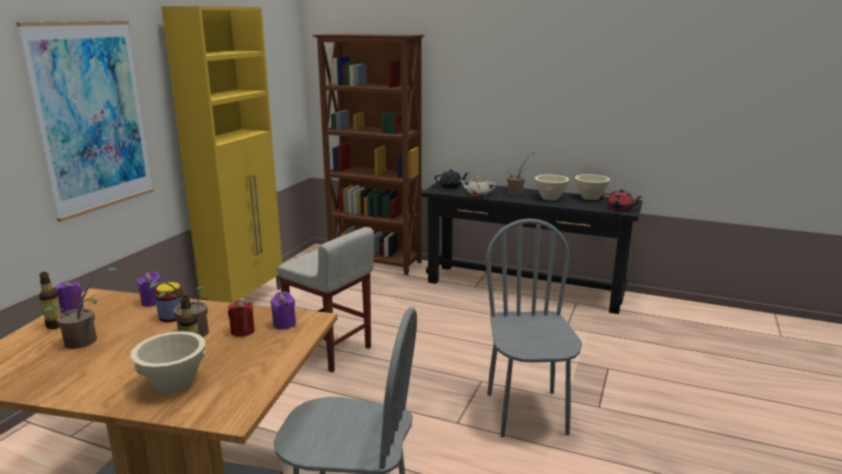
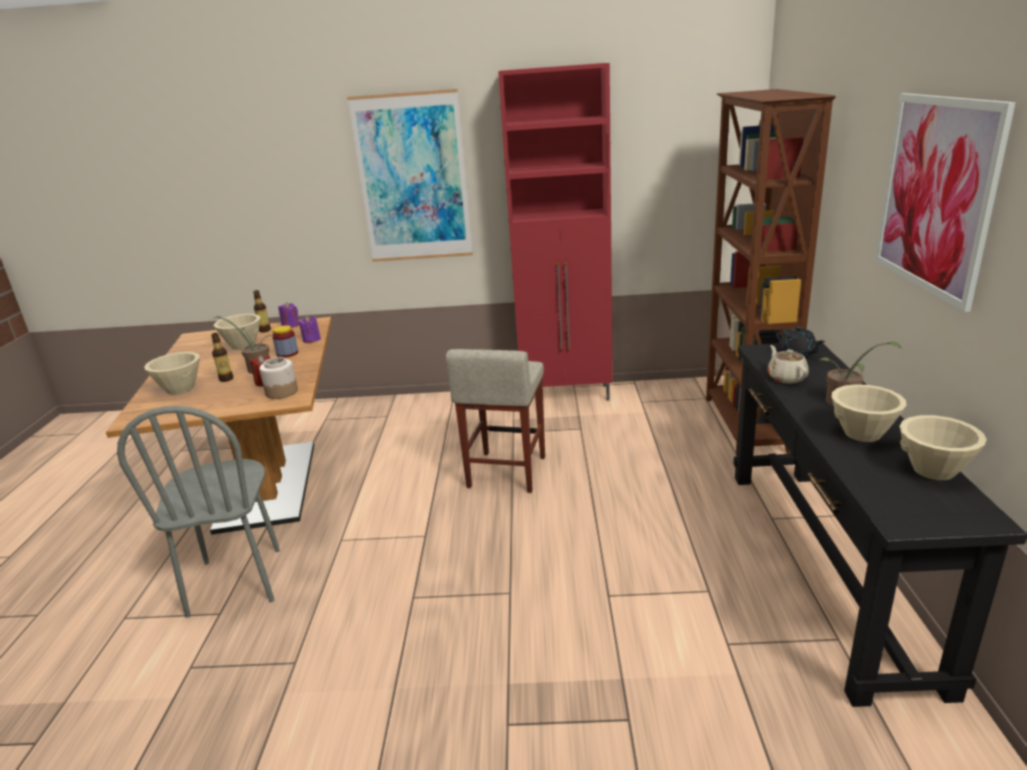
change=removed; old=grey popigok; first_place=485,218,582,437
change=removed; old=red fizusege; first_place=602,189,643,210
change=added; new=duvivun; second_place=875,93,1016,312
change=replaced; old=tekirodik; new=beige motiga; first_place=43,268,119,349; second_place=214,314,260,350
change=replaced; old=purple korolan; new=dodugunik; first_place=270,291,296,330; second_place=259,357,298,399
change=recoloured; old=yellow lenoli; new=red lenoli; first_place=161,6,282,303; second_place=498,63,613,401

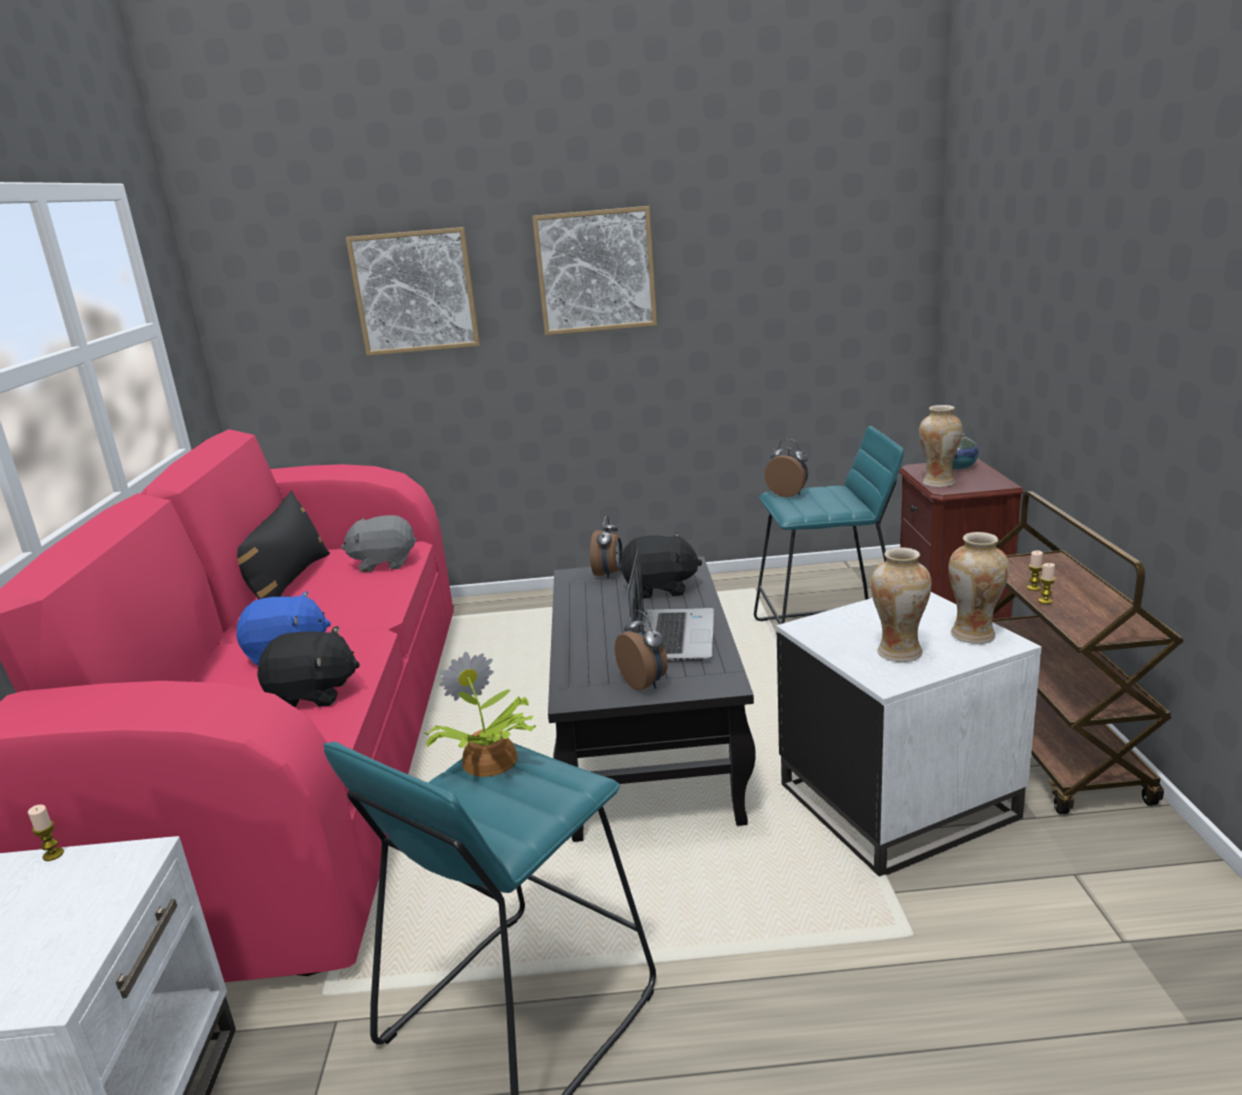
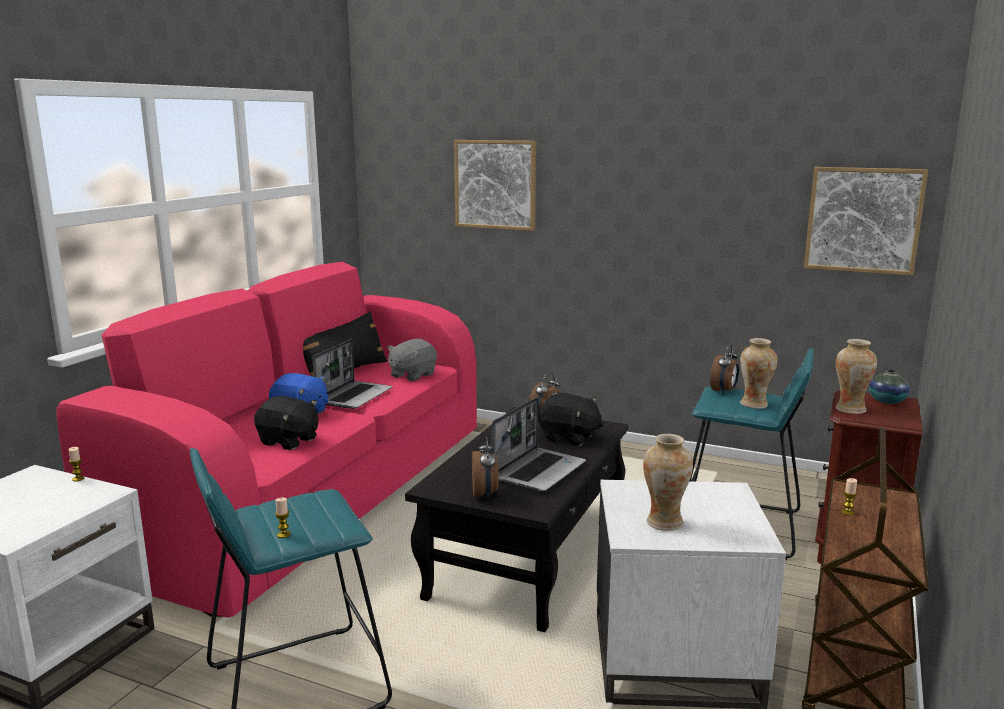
change=removed; old=tekirodik; first_place=424,652,536,777
change=added; new=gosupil; second_place=312,339,392,409
change=moved; old=duvivun; first_place=532,206,657,335; second_place=804,167,928,276
change=moved; old=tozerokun; first_place=949,532,1009,644; second_place=740,338,778,409
change=moved; old=korolan; first_place=1038,563,1055,604; second_place=275,498,291,538
change=turned; old=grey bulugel; first_place=341,515,416,573; second_place=387,339,437,381; degrees=-75
change=turned; old=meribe; first_place=765,439,809,497; second_place=710,344,739,395; degrees=60

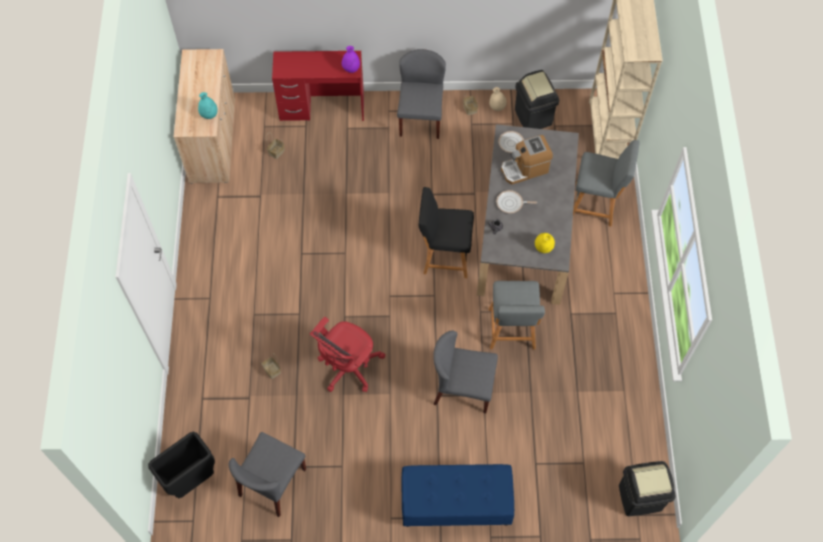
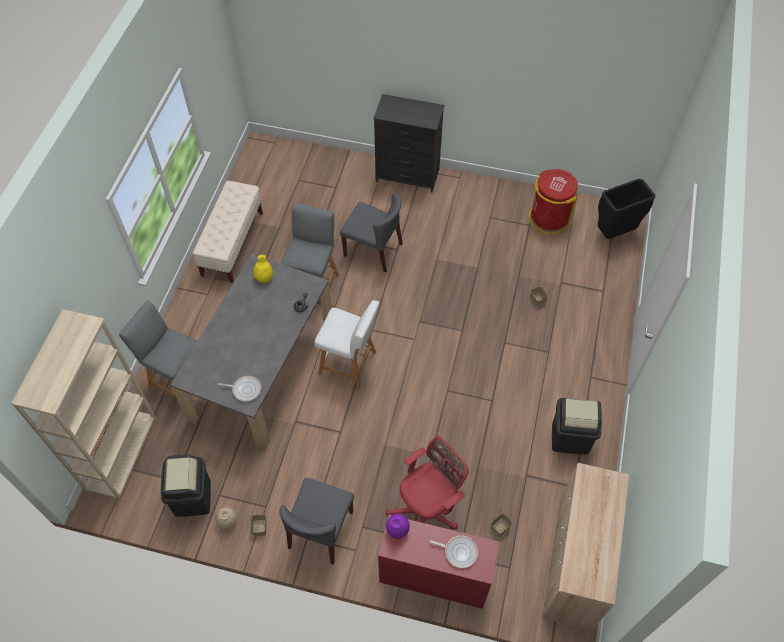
change=removed; old=turquoise tozerokun; first_place=198,92,218,119
change=removed; old=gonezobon; first_place=501,135,553,184
change=added; new=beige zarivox; second_place=192,181,263,283
change=moved; old=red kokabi; first_place=310,317,385,392; second_place=386,436,469,530
change=moved; old=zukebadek; first_place=496,190,537,213; second_place=430,536,478,568
change=moved; old=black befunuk; first_place=619,461,675,516; second_place=552,398,602,455
change=replaced; old=grey popigok; new=red befunuk; first_place=228,432,306,517; second_place=528,169,578,235
change=replaced; old=blue zarivox; new=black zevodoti; first_place=402,464,514,527; second_place=373,94,445,193
change=recoloured; old=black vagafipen; new=white vagafipen; first_place=418,187,474,278; second_place=314,300,380,388

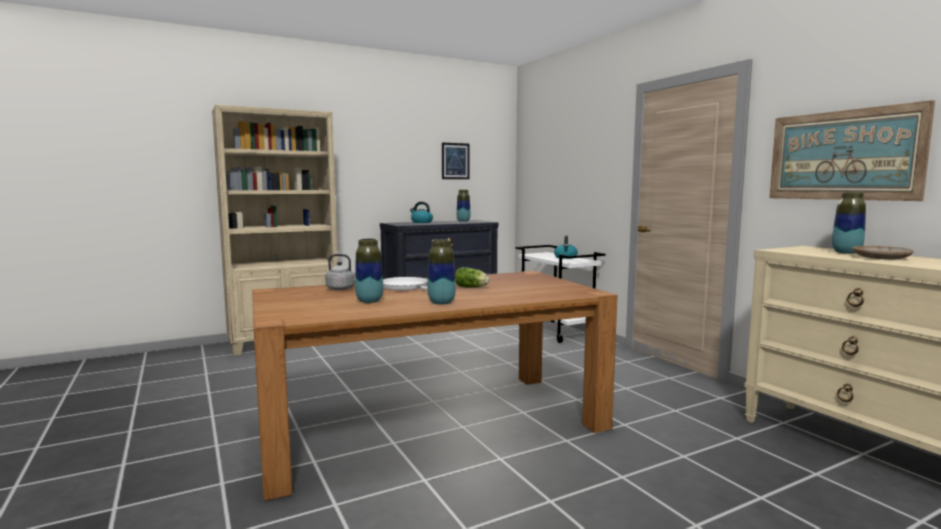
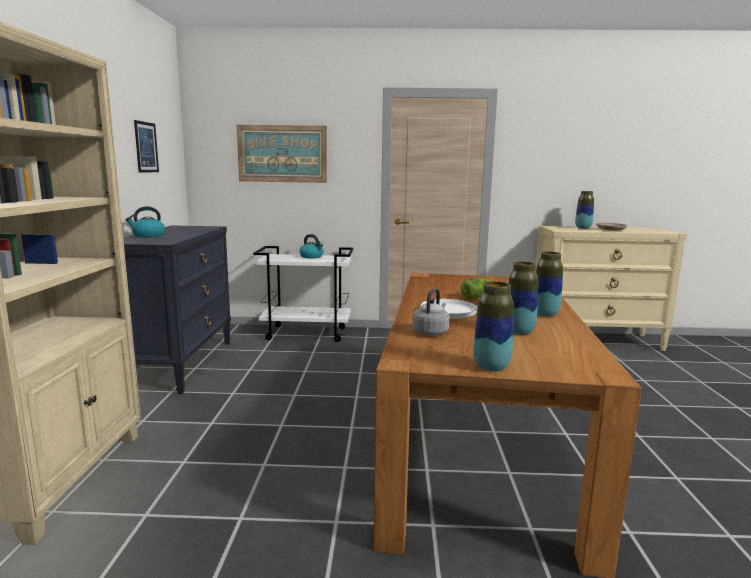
change=moved; old=tozerokun; first_place=457,190,471,222; second_place=473,281,514,372
change=moved; old=duvivun; first_place=769,100,935,201; second_place=237,125,327,183

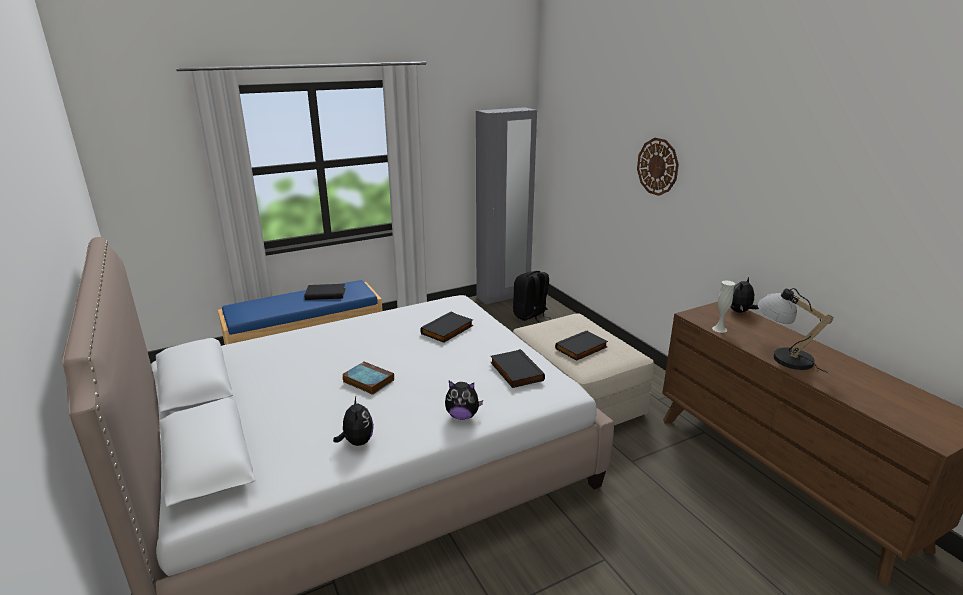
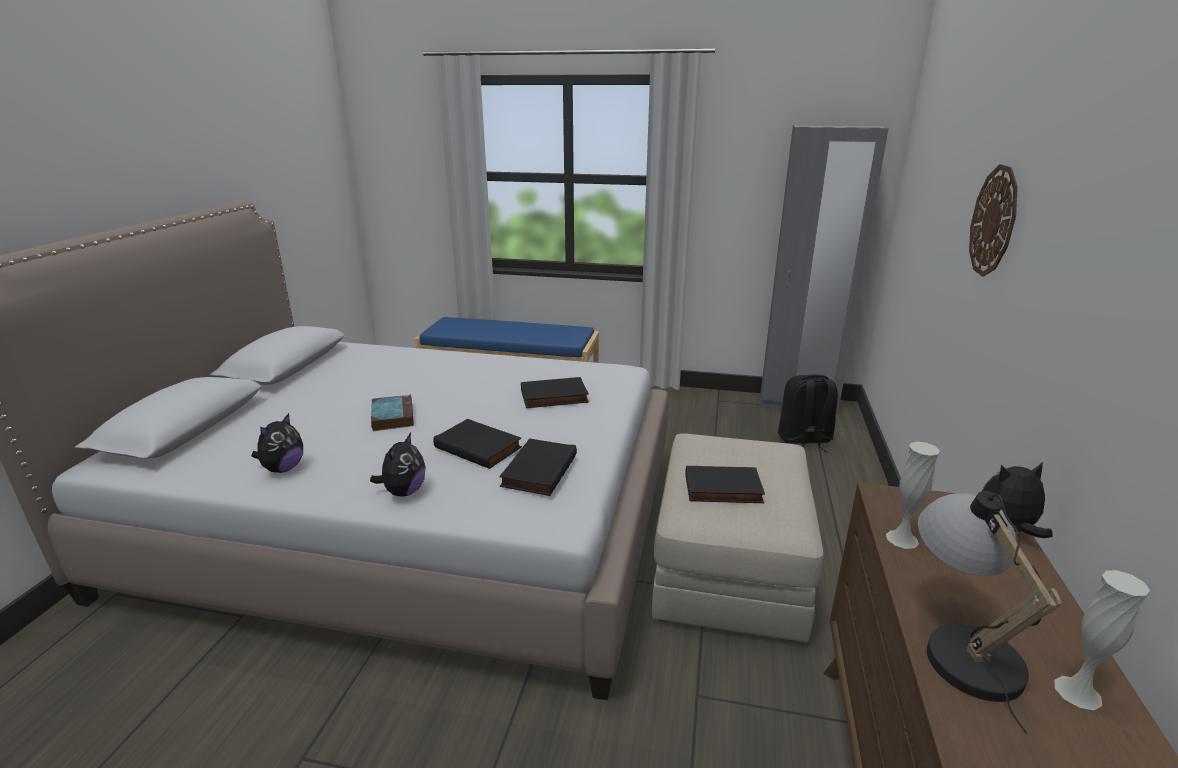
change=added; new=white tozerokun; second_place=1054,570,1150,710
change=moved; old=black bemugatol; first_place=304,284,345,300; second_place=433,419,522,469
change=turned; old=bulugel; first_place=445,381,483,420; second_place=370,433,425,496; degrees=-120

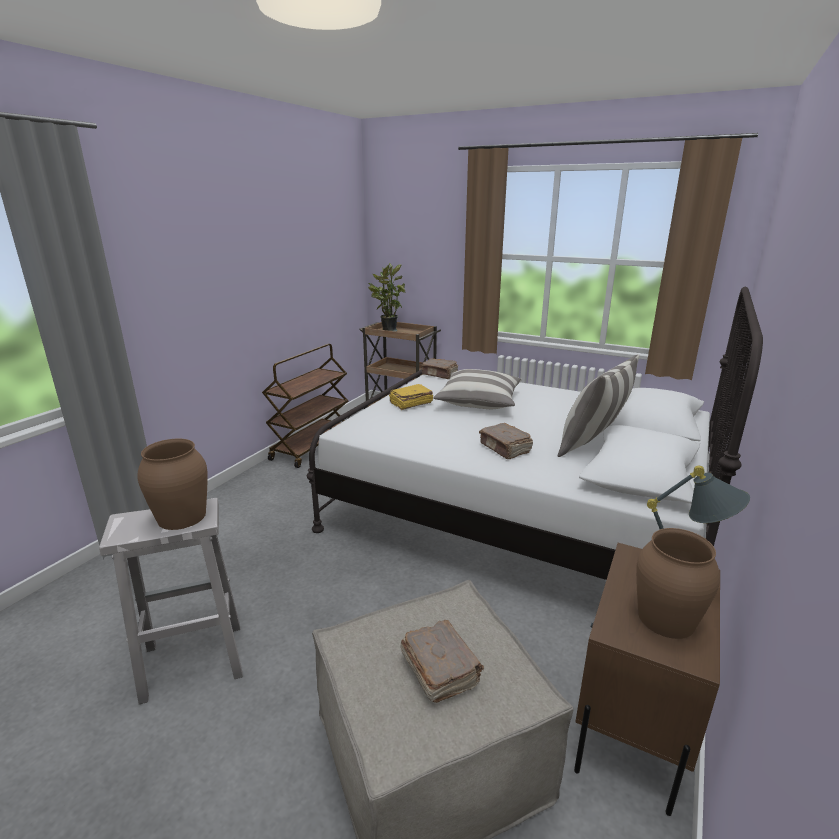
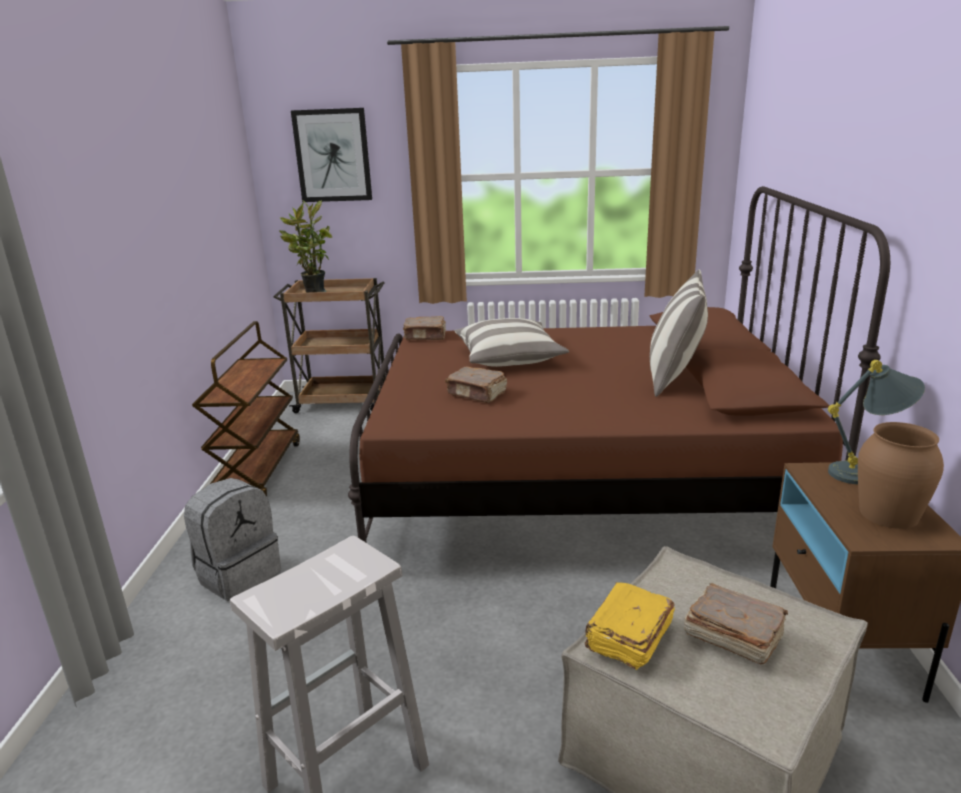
change=removed; old=brown tozerokun; first_place=137,439,208,530
change=added; new=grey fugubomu; second_place=184,478,281,601
change=added; new=duvivun; second_place=291,108,372,202
change=moved; old=yellow bemugatol; first_place=389,384,433,410; second_place=585,582,675,670
change=moved; old=brown bemugatol; first_place=479,423,533,459; second_place=445,366,507,403
change=recoloured; old=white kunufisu; new=brown kunufisu; first_place=307,287,763,580; second_place=348,186,890,543

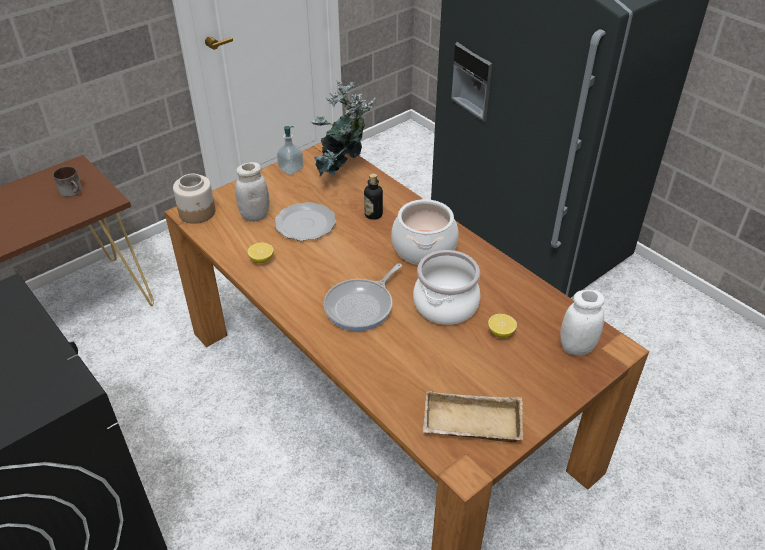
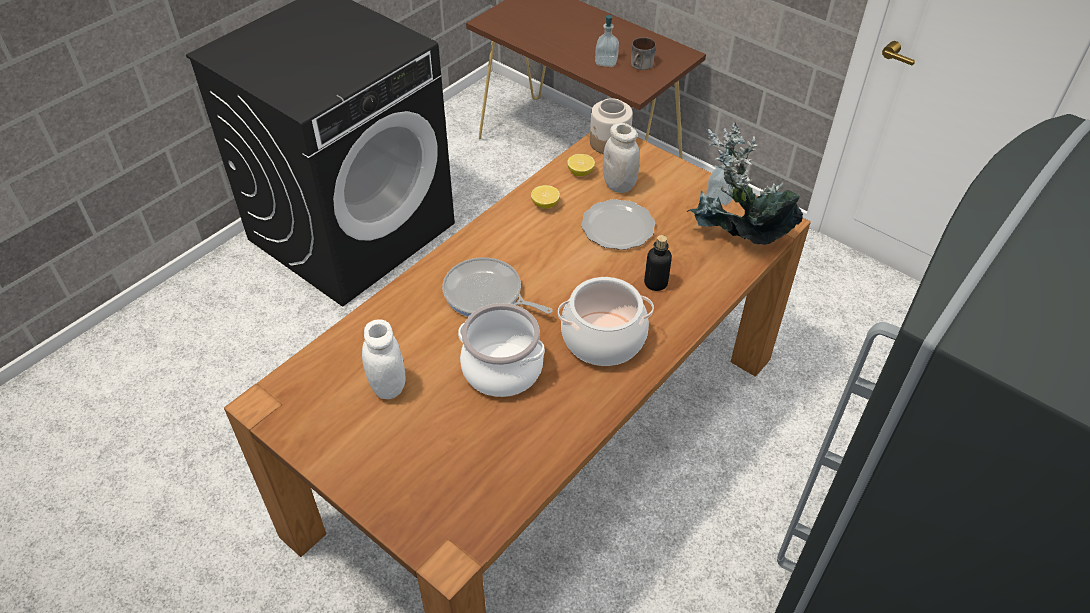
change=removed; old=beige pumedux; first_place=423,391,523,442
change=added; new=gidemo; second_place=595,15,619,67
change=moved; old=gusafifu; first_place=488,314,517,338; second_place=567,154,595,176
change=moved; old=white dodugunik; first_place=560,290,605,355; second_place=362,319,406,399

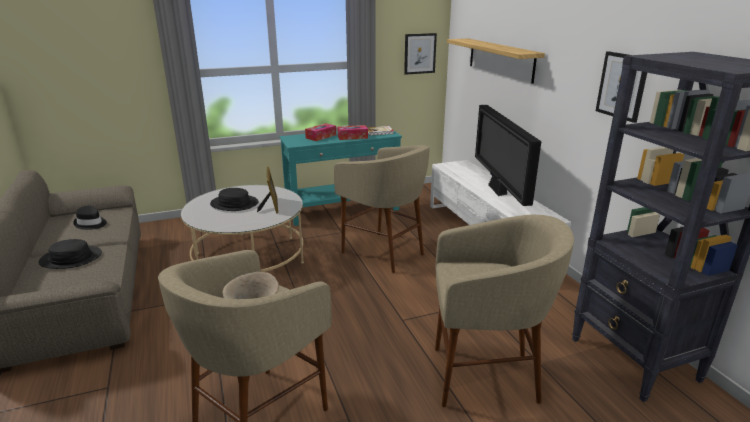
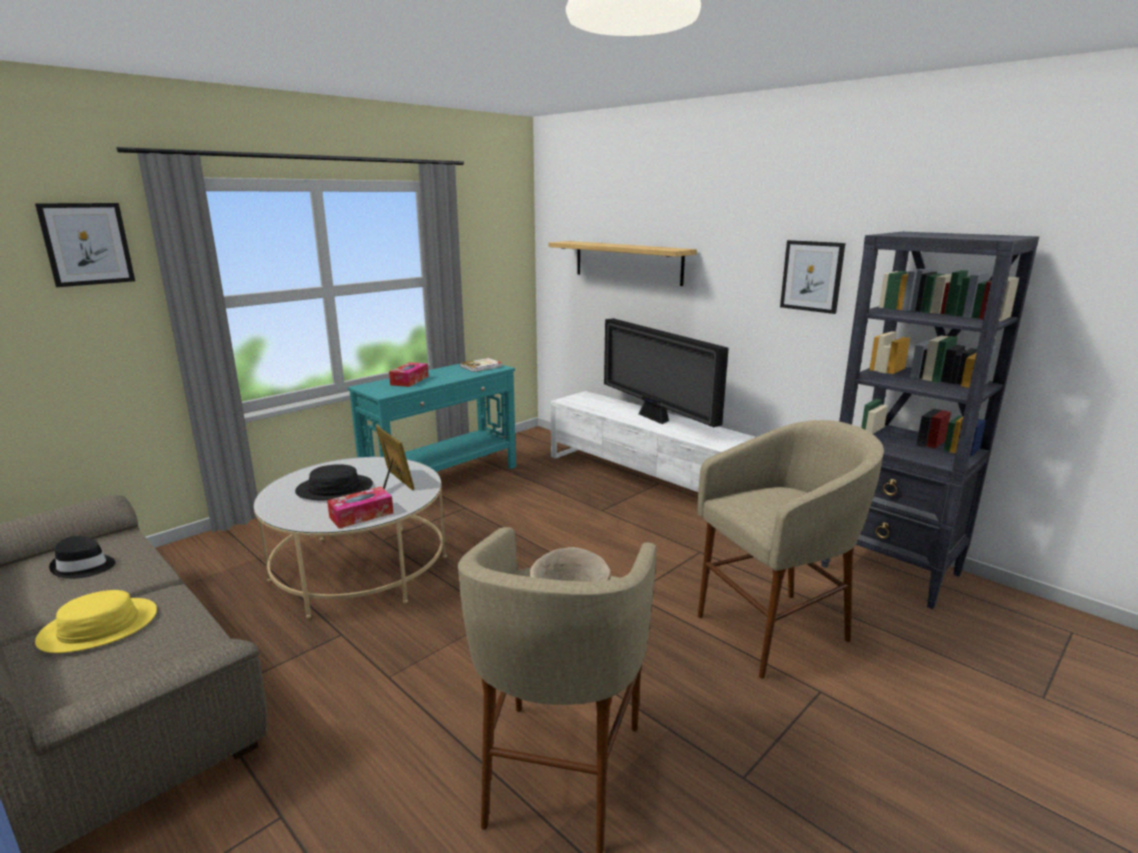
change=removed; old=beige vagafipen; first_place=334,145,430,273
change=moved; old=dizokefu; first_place=337,125,368,140; second_place=327,487,393,529
change=moved; old=duvivun; first_place=404,33,437,75; second_place=35,203,135,287
change=recoloured; old=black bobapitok; new=yellow bobapitok; first_place=38,239,102,269; second_place=35,590,157,653

